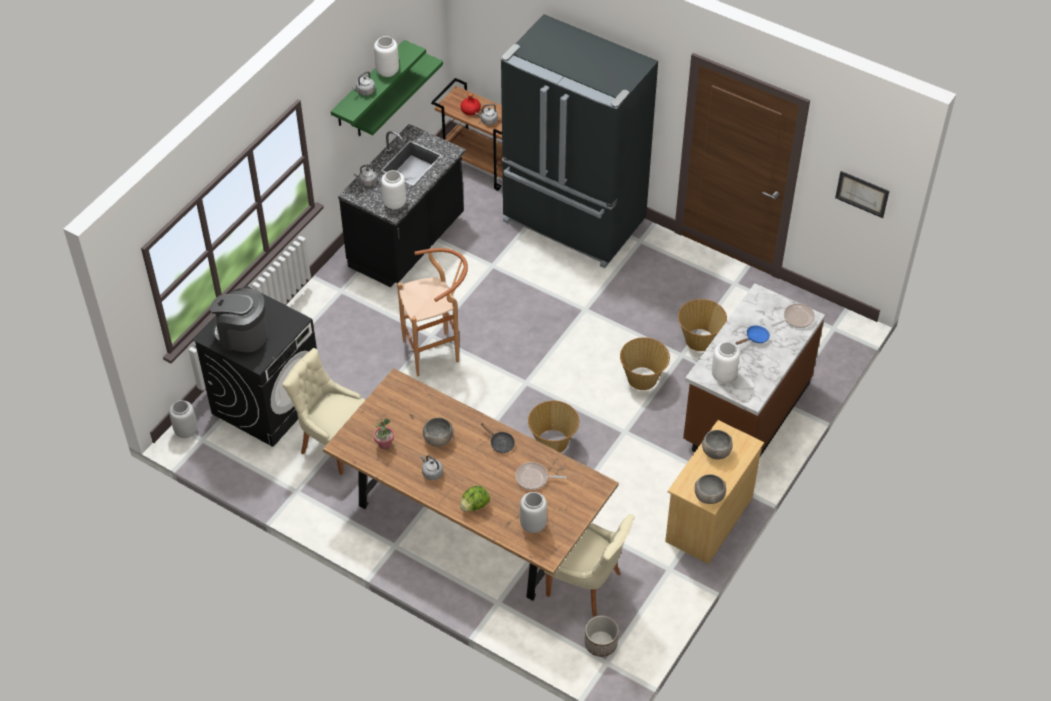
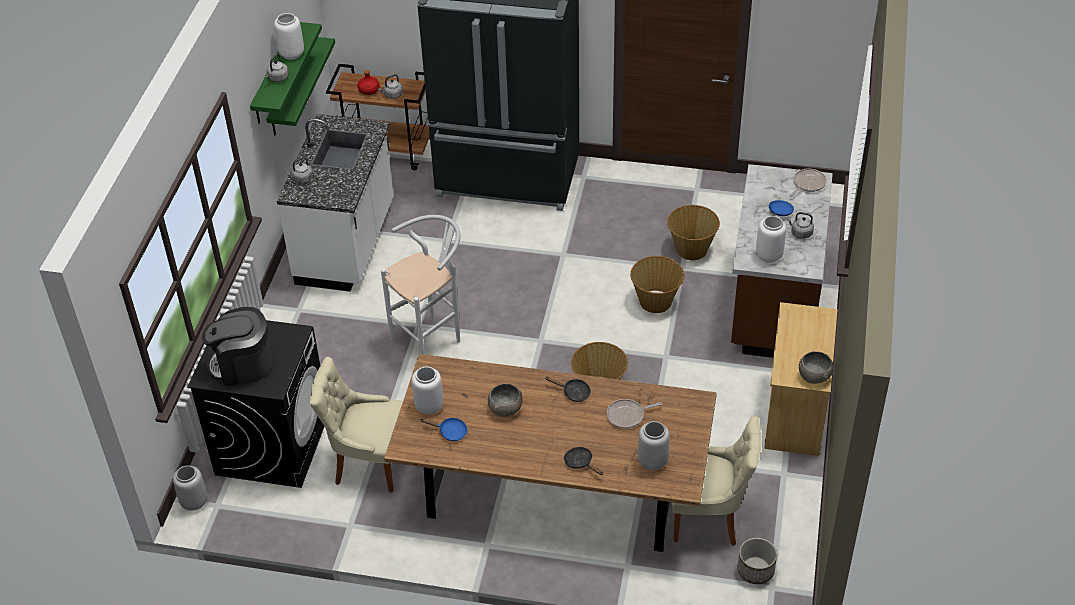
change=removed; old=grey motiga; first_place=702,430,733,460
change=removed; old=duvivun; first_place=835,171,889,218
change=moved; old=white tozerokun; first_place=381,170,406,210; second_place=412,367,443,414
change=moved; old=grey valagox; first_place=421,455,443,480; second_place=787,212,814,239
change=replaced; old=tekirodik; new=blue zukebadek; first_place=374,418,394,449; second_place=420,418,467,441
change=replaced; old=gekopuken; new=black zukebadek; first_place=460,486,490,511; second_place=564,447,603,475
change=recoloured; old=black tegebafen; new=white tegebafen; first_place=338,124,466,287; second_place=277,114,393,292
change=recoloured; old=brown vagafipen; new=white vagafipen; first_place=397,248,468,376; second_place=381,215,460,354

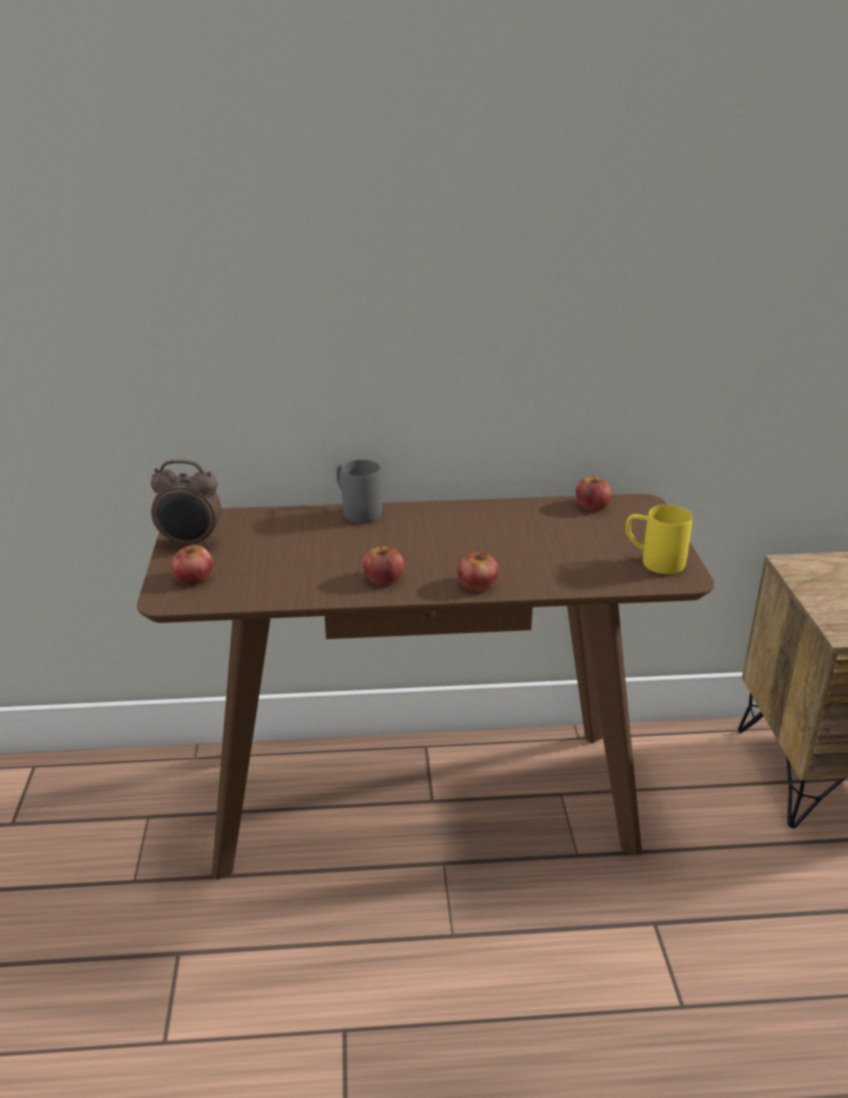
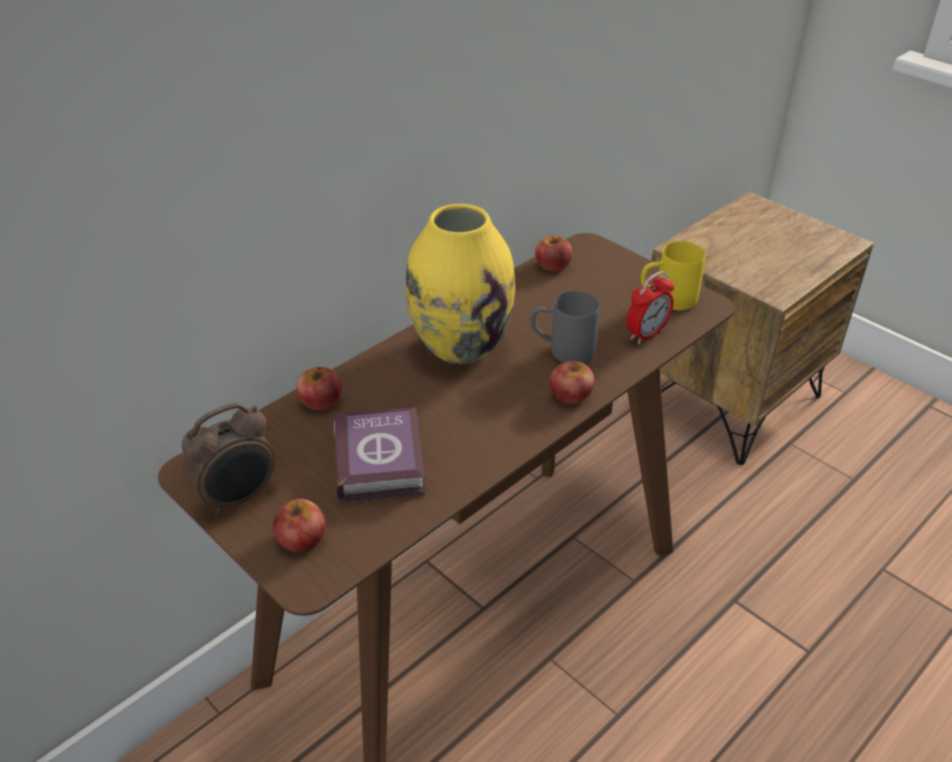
change=added; new=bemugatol; second_place=334,407,426,503
change=added; new=yellow tozerokun; second_place=406,204,515,364
change=added; new=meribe; second_place=626,271,674,344
change=moved; old=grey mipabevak; first_place=336,460,382,523; second_place=530,291,600,364
change=moved; old=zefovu; first_place=363,545,404,585; second_place=296,367,342,410

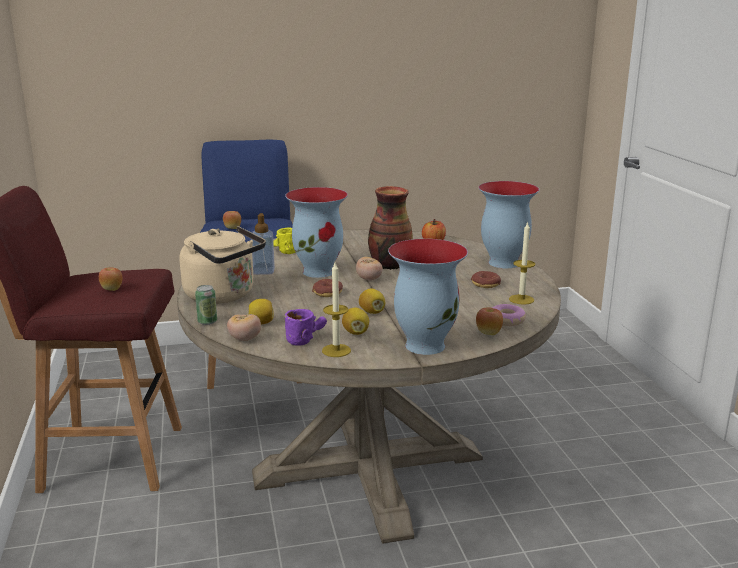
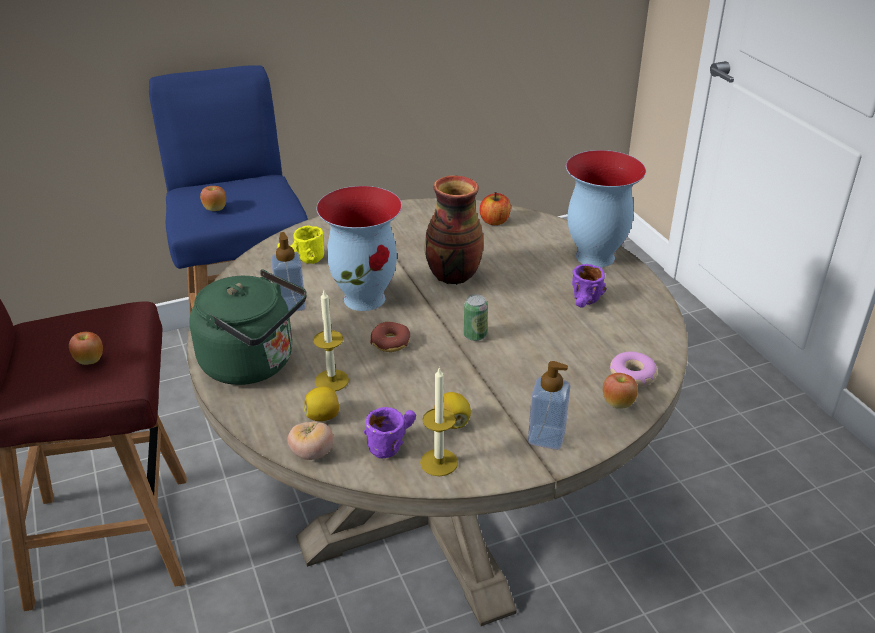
change=removed; old=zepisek; first_place=356,257,383,281
change=removed; old=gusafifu; first_place=359,289,385,314
change=moved; old=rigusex; first_place=195,285,217,325; second_place=464,294,488,341
change=moved; old=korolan; first_place=509,221,535,305; second_place=313,290,349,391
change=replaced; old=tozerokun; new=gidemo; first_place=388,239,468,355; second_place=528,361,570,450
change=replaced; old=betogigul; new=purple mipabevak; first_place=471,271,501,288; second_place=572,264,607,308
change=recoloured; old=beige valagox; new=green valagox; first_place=179,226,266,304; second_place=189,270,307,385

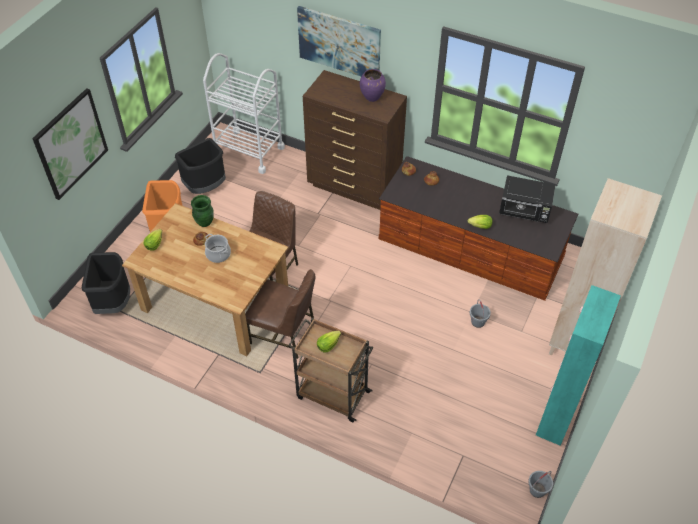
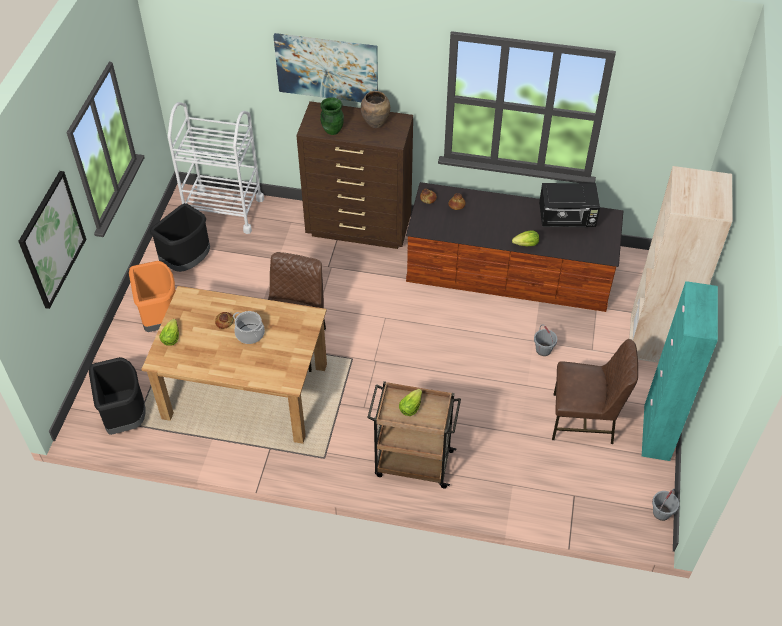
change=moved; old=green tozerokun; first_place=191,195,214,227; second_place=320,97,344,135
change=moved; old=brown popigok; first_place=245,269,316,359; second_place=552,339,638,444
change=recoloured; old=purple tozerokun; new=brown tozerokun; first_place=360,69,386,102; second_place=361,91,390,128

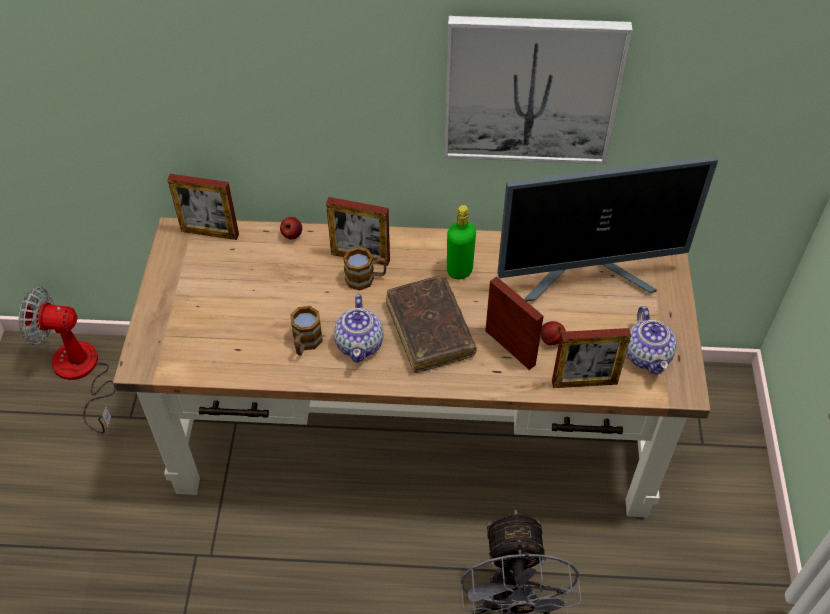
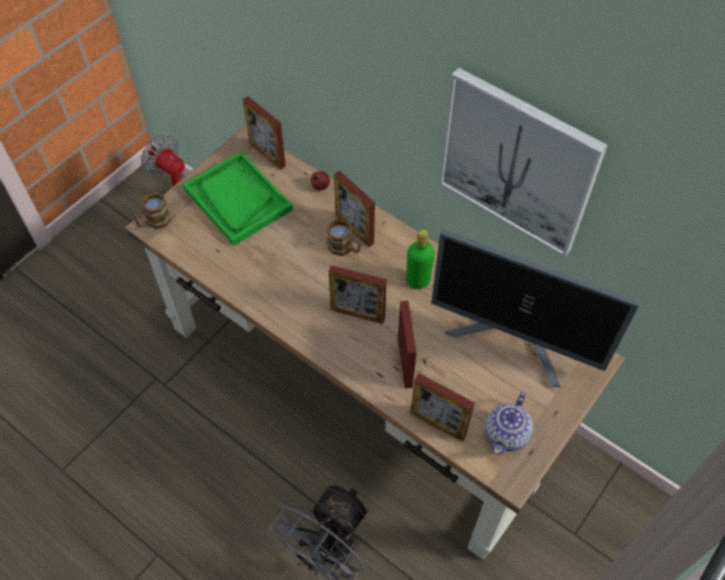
change=removed; old=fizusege; first_place=334,294,384,363
change=removed; old=zefovu; first_place=541,321,566,345
change=added; new=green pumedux; second_place=183,151,293,246
change=moved; old=mipabevak; first_place=290,306,323,355; second_place=134,192,171,229
change=replaced; old=brown bemugatol; new=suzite; first_place=386,276,477,373; second_place=329,265,387,324

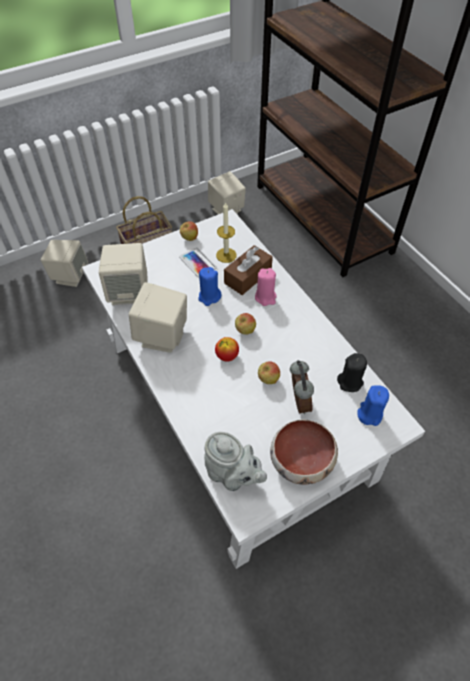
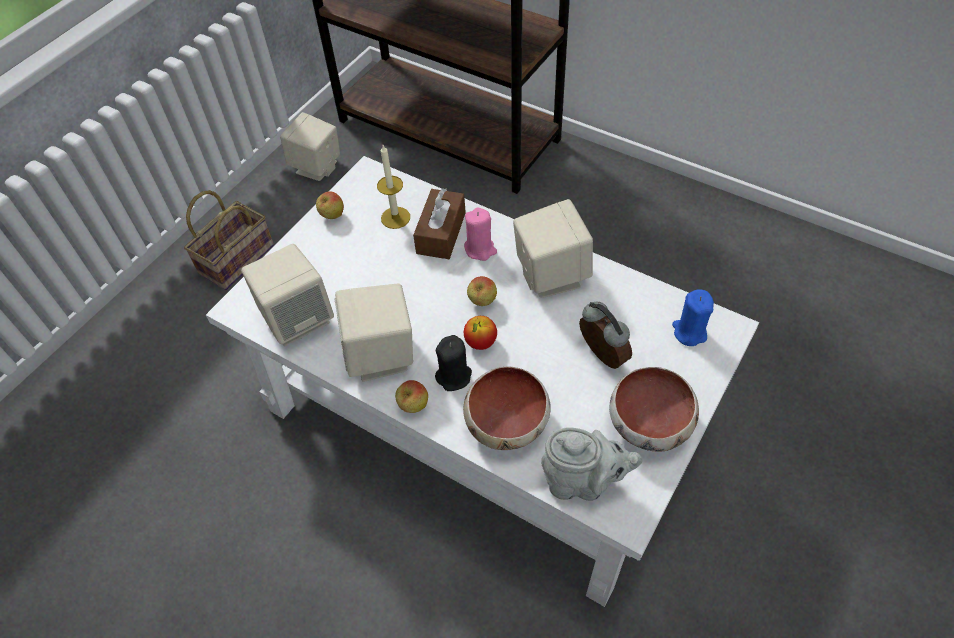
change=removed; old=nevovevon; first_place=179,247,217,278
change=removed; old=blue korolan; first_place=198,267,222,306
change=added; new=motiga; second_place=463,366,551,450
change=moved; old=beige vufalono; first_place=41,240,88,287; second_place=513,199,593,298
change=moved; old=zefovu; first_place=258,361,280,384; second_place=395,380,428,413
change=moved; old=black korolan; first_place=337,353,367,392; second_place=435,335,472,391

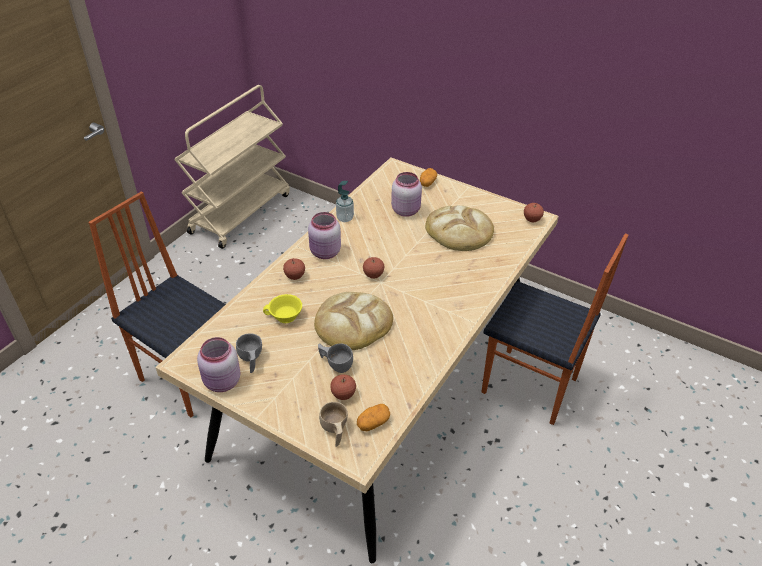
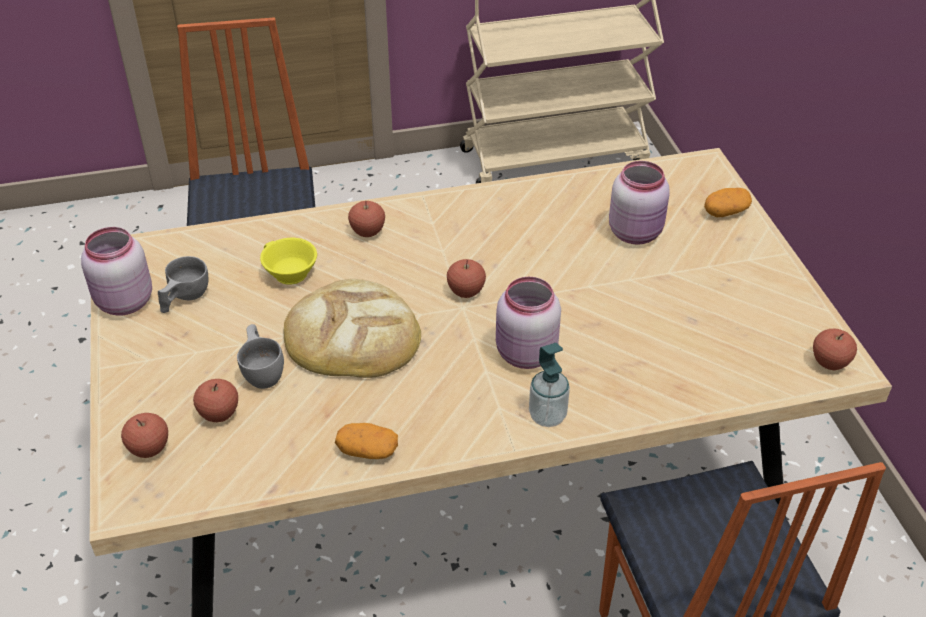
change=removed; old=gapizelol; first_place=425,205,494,251
change=moved; old=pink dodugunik; first_place=308,212,341,259; second_place=496,277,561,369
change=moved; old=gidemo; first_place=336,181,354,222; second_place=529,343,570,427
change=moved; old=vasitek; first_place=357,404,390,431; second_place=335,423,398,459
change=replaced; old=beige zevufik; new=zefovu; first_place=319,402,348,447; second_place=121,413,168,458

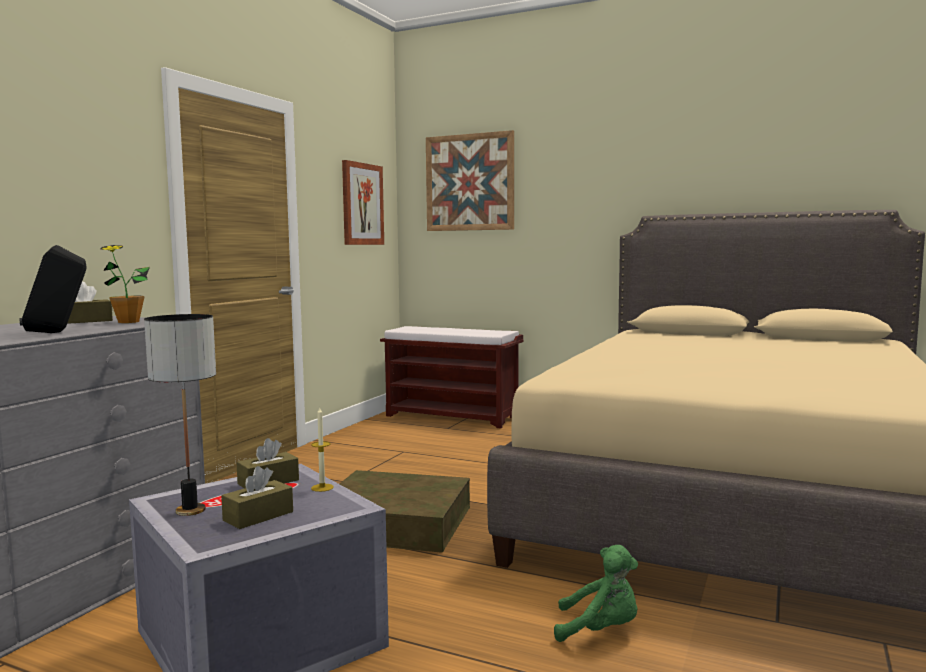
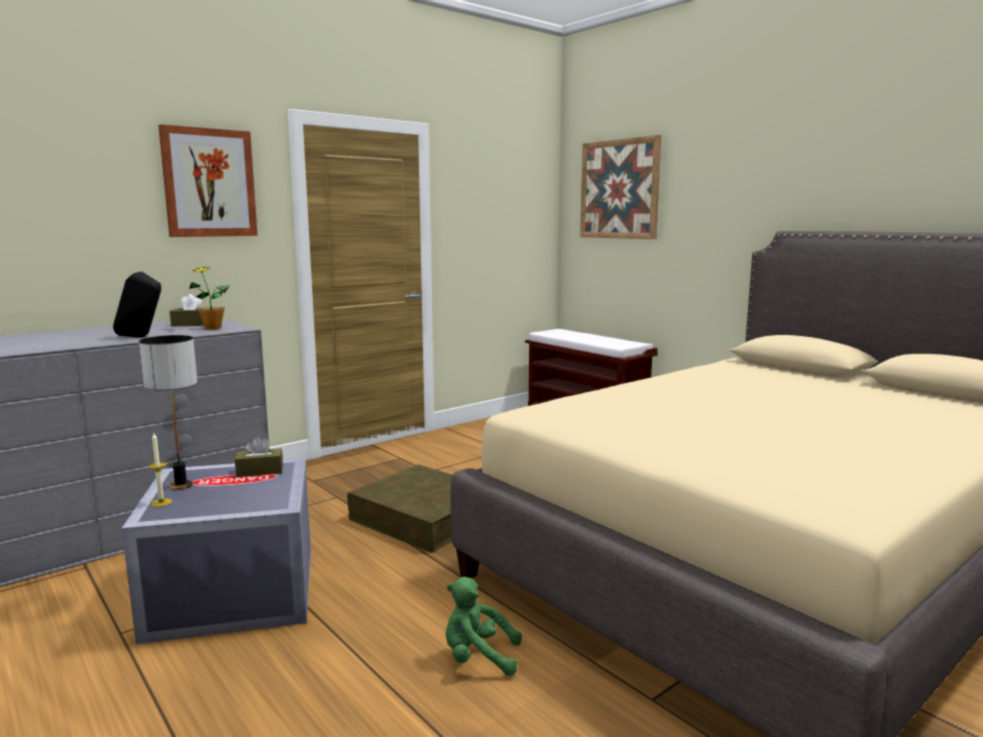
change=removed; old=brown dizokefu; first_place=221,466,293,529
change=moved; old=korolan; first_place=311,406,334,492; second_place=148,433,172,507
change=moved; old=duvivun; first_place=342,160,384,245; second_place=158,124,258,237
change=turned; old=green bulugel; first_place=554,545,638,642; second_place=445,577,522,676; degrees=150

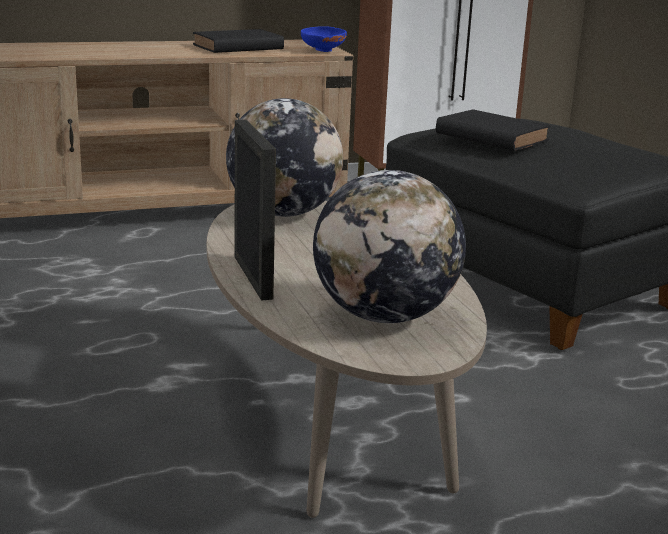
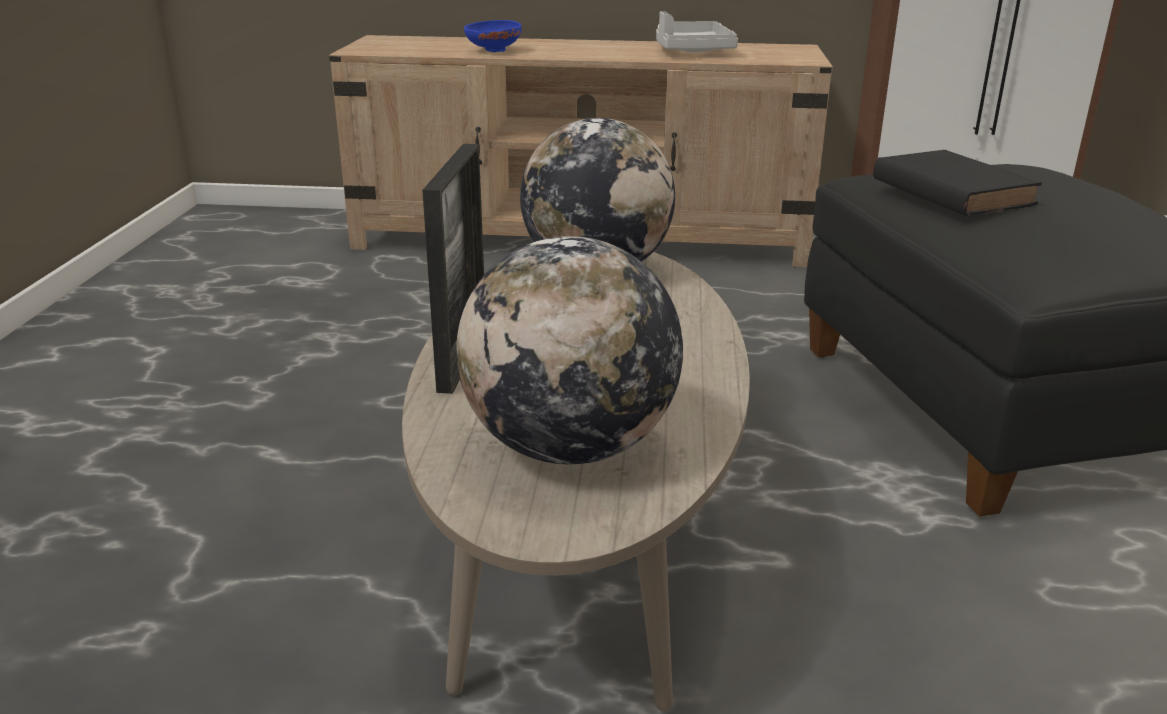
change=moved; old=blue motiga; first_place=301,26,347,52; second_place=464,20,522,52
change=replaced; old=black bemugatol; new=grey pumedux; first_place=193,29,284,53; second_place=656,11,738,52

